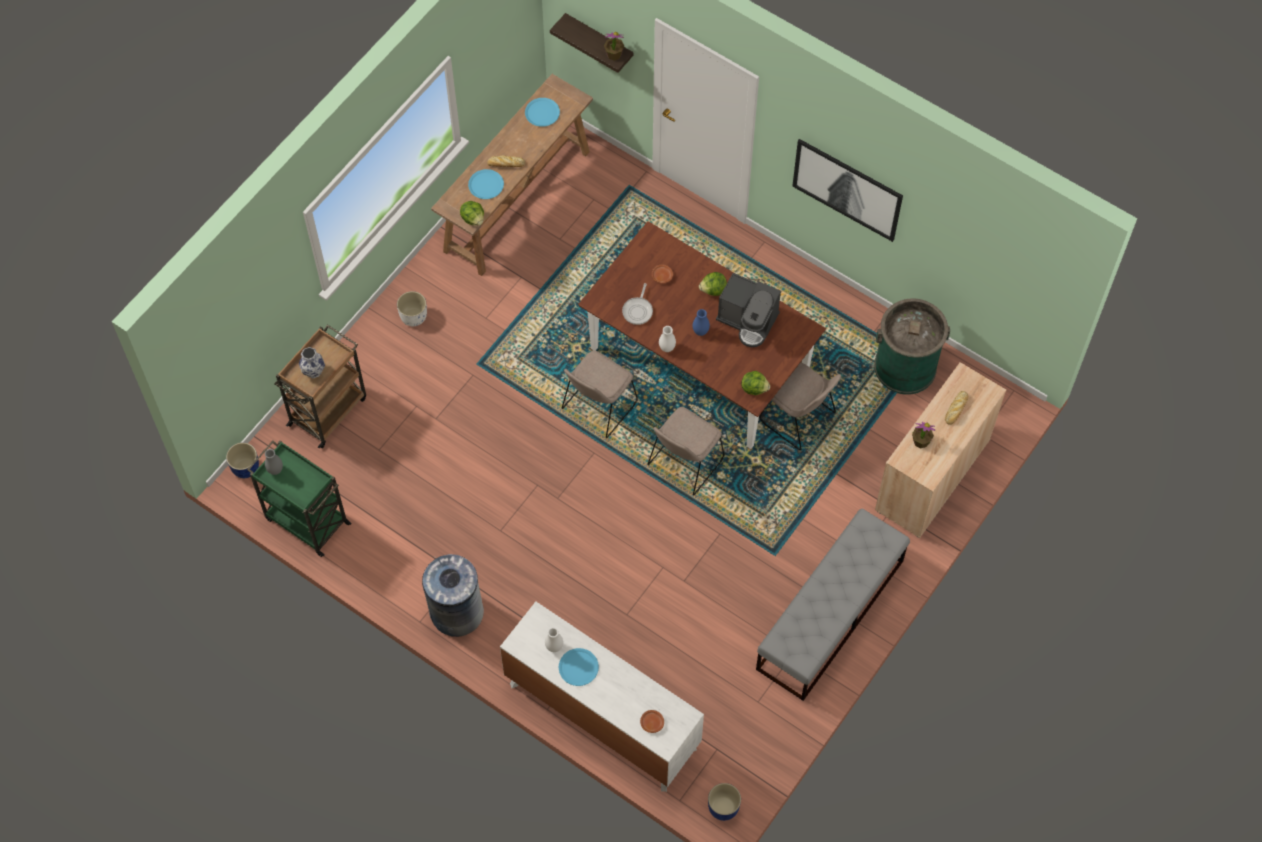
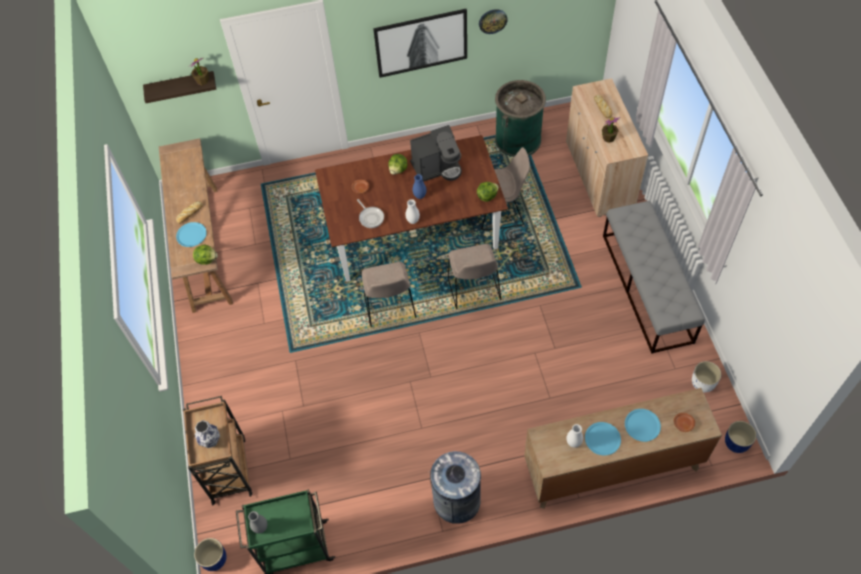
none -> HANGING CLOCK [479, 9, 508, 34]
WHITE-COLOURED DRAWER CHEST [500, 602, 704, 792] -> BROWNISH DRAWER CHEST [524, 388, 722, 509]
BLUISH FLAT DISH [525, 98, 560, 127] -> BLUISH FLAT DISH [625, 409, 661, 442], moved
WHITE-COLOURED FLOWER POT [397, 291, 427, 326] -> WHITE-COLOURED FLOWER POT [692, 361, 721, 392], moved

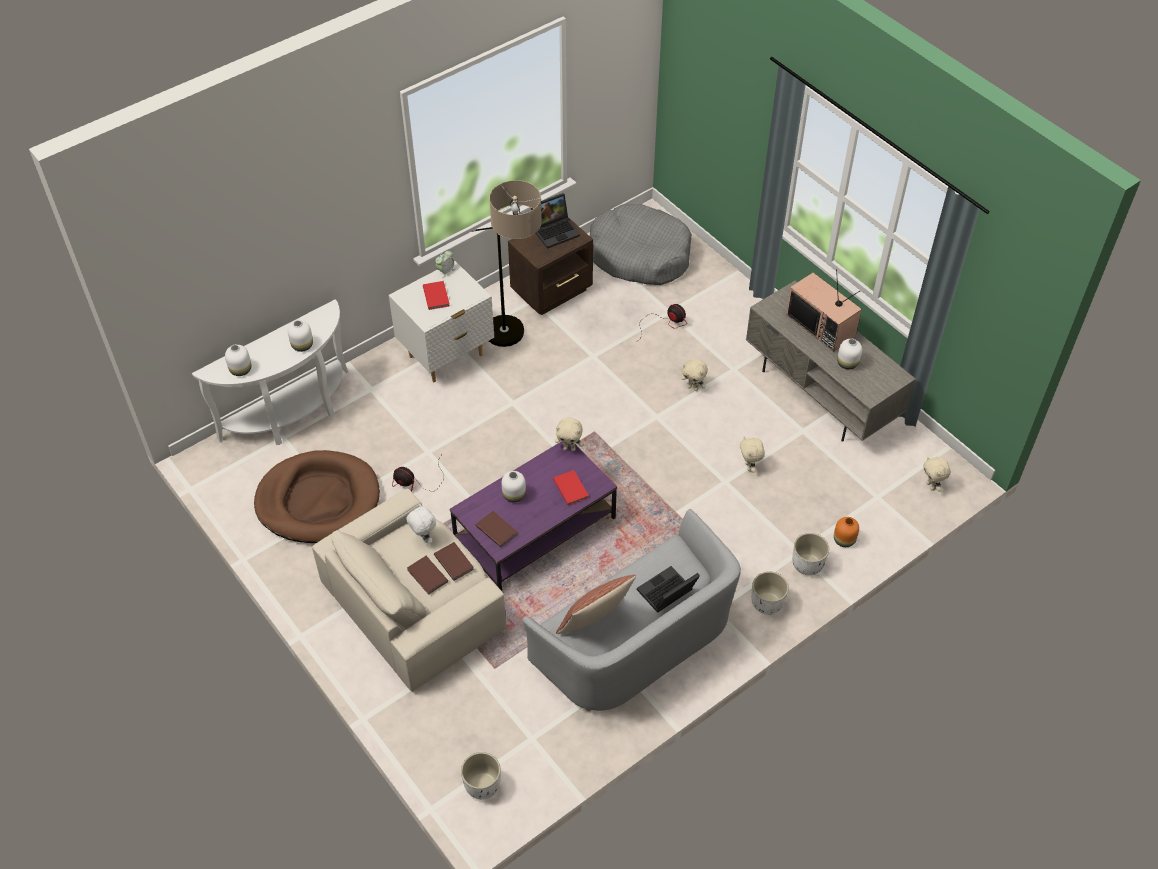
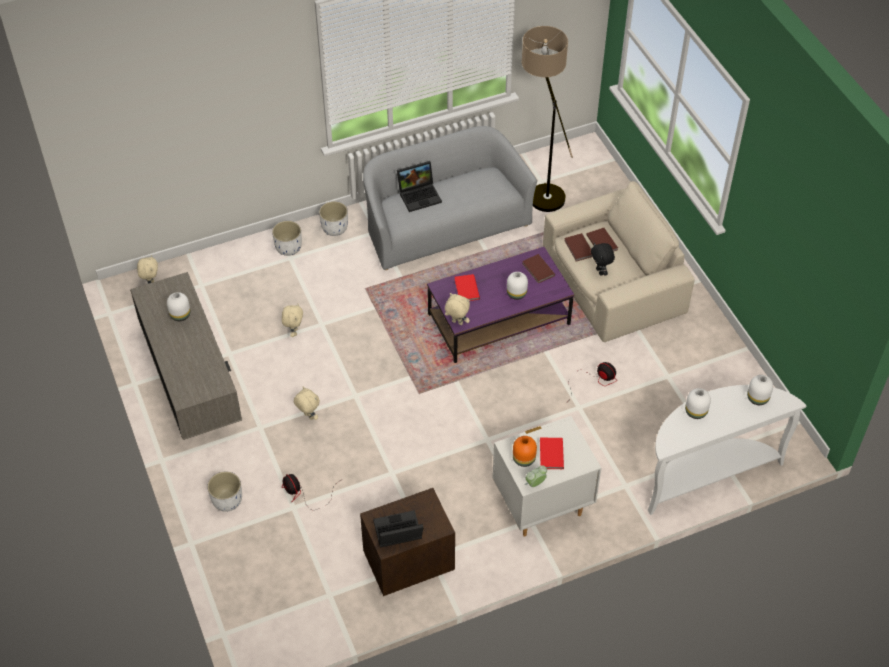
WHITE-COLOURED FLOWER POT [461, 752, 501, 800] -> WHITE-COLOURED FLOWER POT [207, 471, 242, 512], moved
ORANGEY DECORATIVE VASE [834, 517, 859, 547] -> ORANGEY DECORATIVE VASE [513, 436, 537, 467], moved
FLOOR LAMP [471, 180, 542, 347] -> FLOOR LAMP [522, 26, 573, 212], moved
WHITE-COLOURED SOFT TOY [406, 504, 436, 544] -> BLACK-COLOURED SOFT TOY [591, 243, 615, 276]
BROWNISH PET BED [254, 450, 380, 543] -> none
PILLOW [556, 575, 636, 634] -> none
GRAY PET BED [590, 204, 692, 285] -> none
TV SET [786, 269, 862, 352] -> none

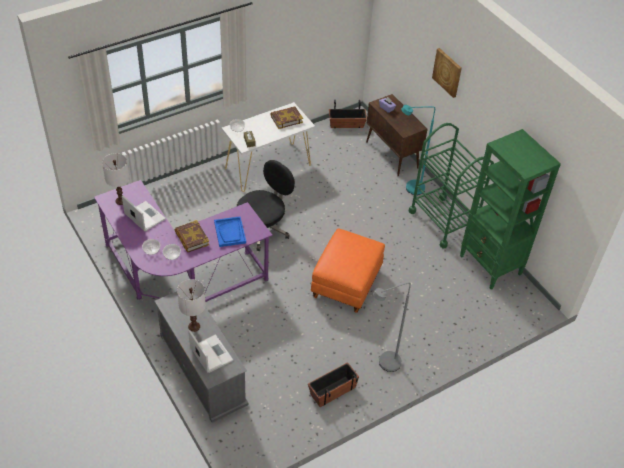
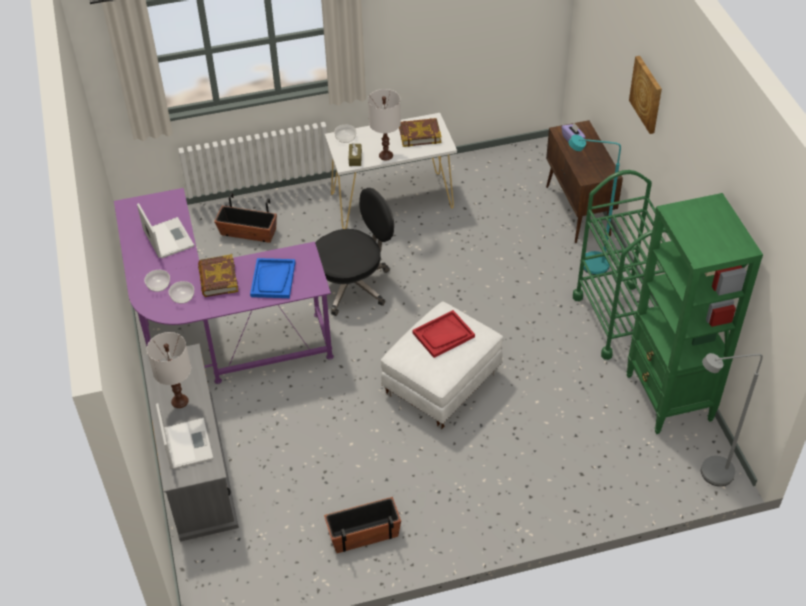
FLOWER POT [329, 100, 367, 128] -> FLOWER POT [214, 193, 277, 243], moved
WHITE-COLOURED TABLE LAMP [102, 153, 130, 205] -> WHITE-COLOURED TABLE LAMP [368, 89, 401, 160], moved
ORANGEY POUFFE [310, 228, 385, 313] -> WHITE-COLOURED POUFFE [381, 302, 503, 429]
none -> RED-COLOURED SERVING TRAY [412, 310, 475, 358]
GRAY FLOOR LAMP [373, 282, 411, 372] -> GRAY FLOOR LAMP [701, 353, 763, 486], moved

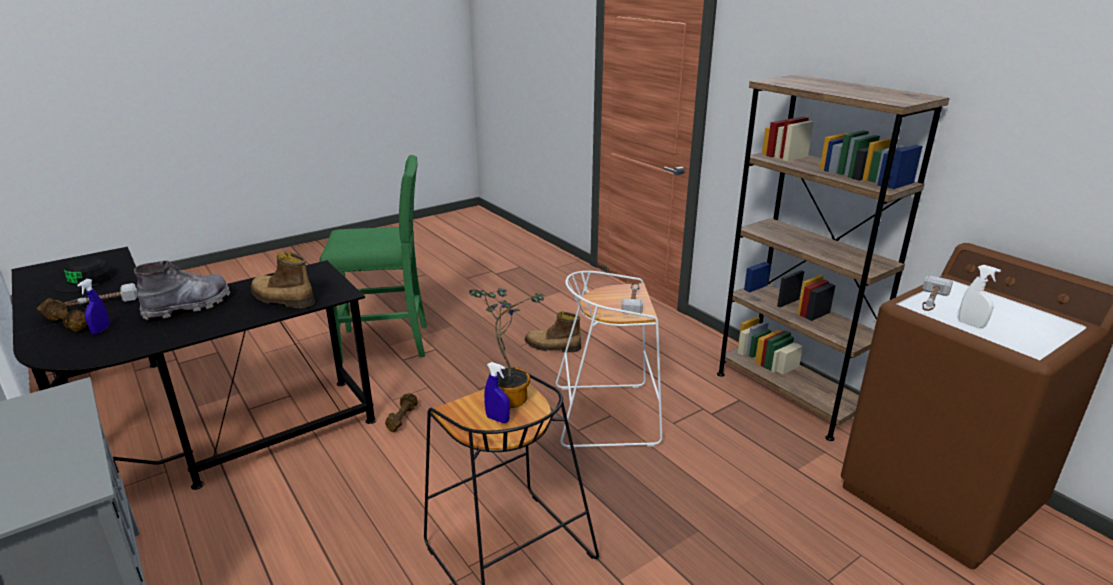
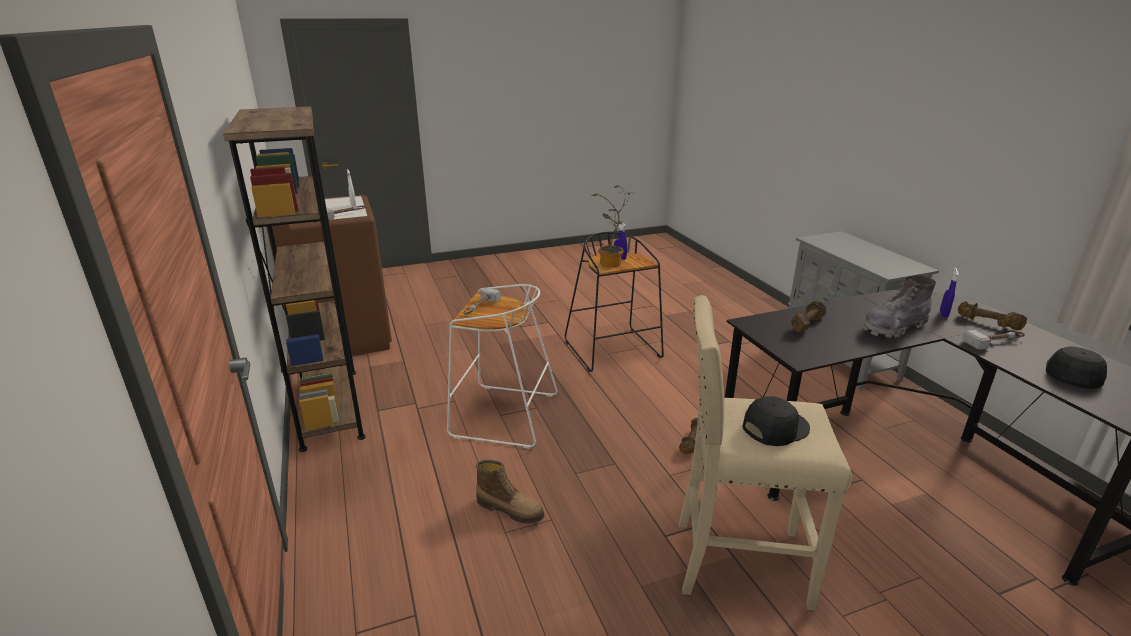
GREEN STOOL SEAT [319, 155, 427, 364] -> BEIGE-COLOURED STOOL SEAT [679, 295, 852, 610]
none -> BLACK-COLOURED BASEBALL CAP [742, 396, 810, 446]
HIGH-TOP BOOT [251, 252, 315, 308] -> BROWNISH HAND WEIGHT [791, 301, 826, 333]

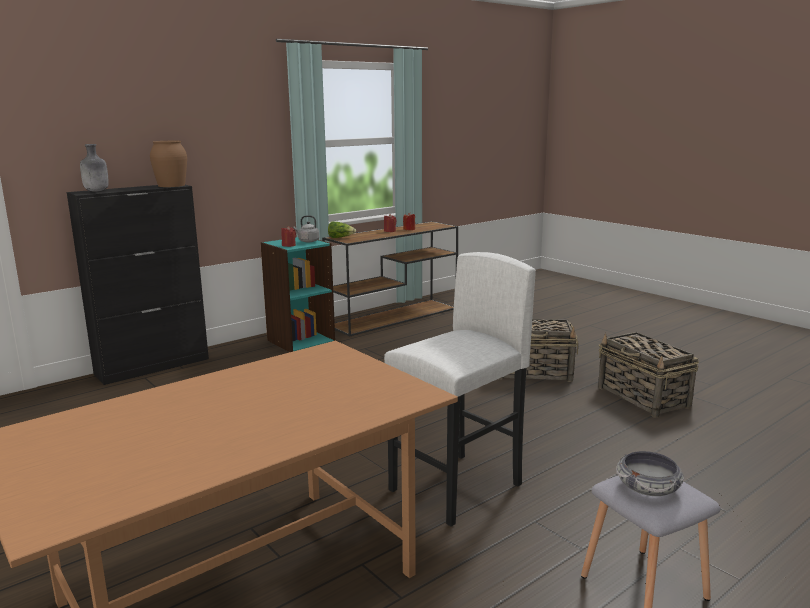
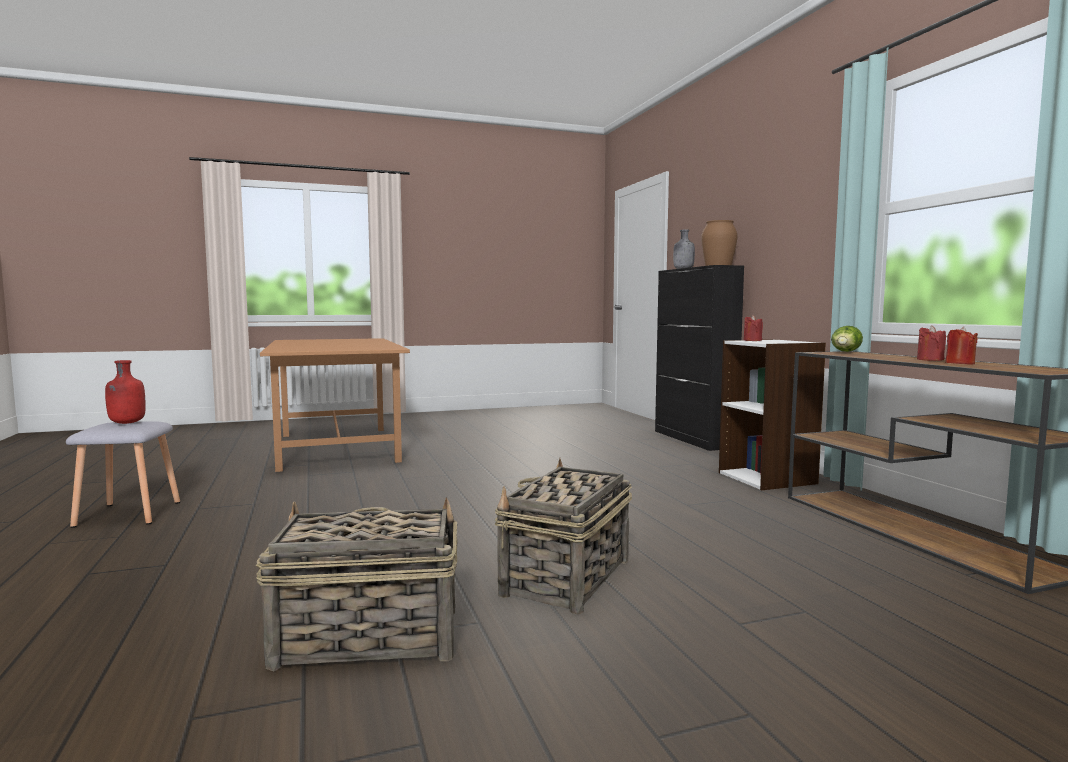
BOWL [616, 451, 684, 496] -> RED-COLOURED DRINK BOTTLE [105, 360, 146, 424]
TURQUOISE BOOKCASE [260, 237, 335, 352] -> WHITE-COLOURED BOOKCASE [719, 339, 826, 490]
GRAY WATER KETTLE [293, 216, 319, 242] -> none
WHITE-COLOURED STOOL SEAT [384, 252, 536, 527] -> none

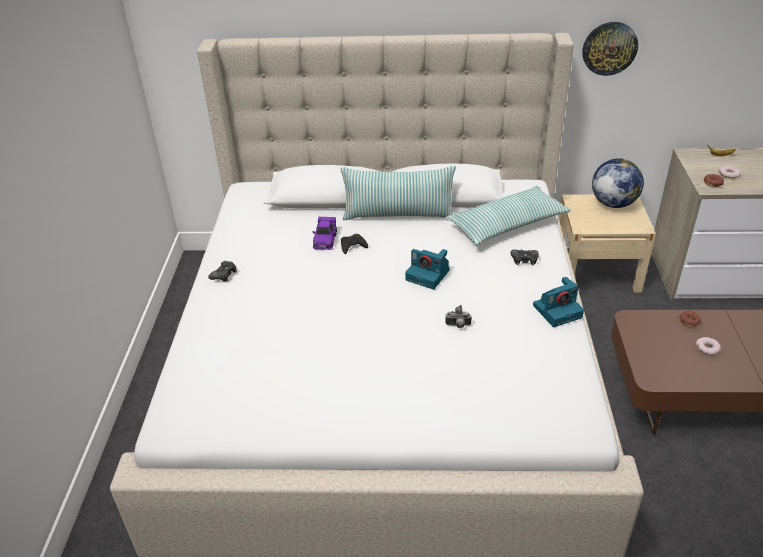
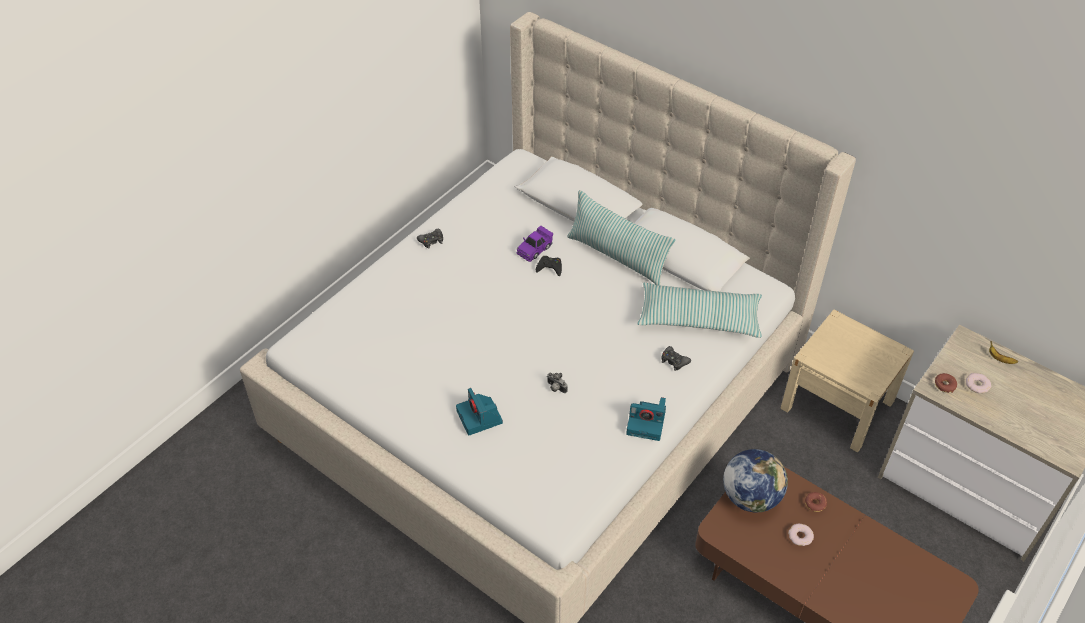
PHOTO CAMERA [405, 249, 450, 290] -> PHOTO CAMERA [456, 388, 503, 435], moved
DESK GLOBE [592, 158, 644, 208] -> DESK GLOBE [723, 449, 788, 512], moved
HANGING CLOCK [582, 22, 638, 76] -> none

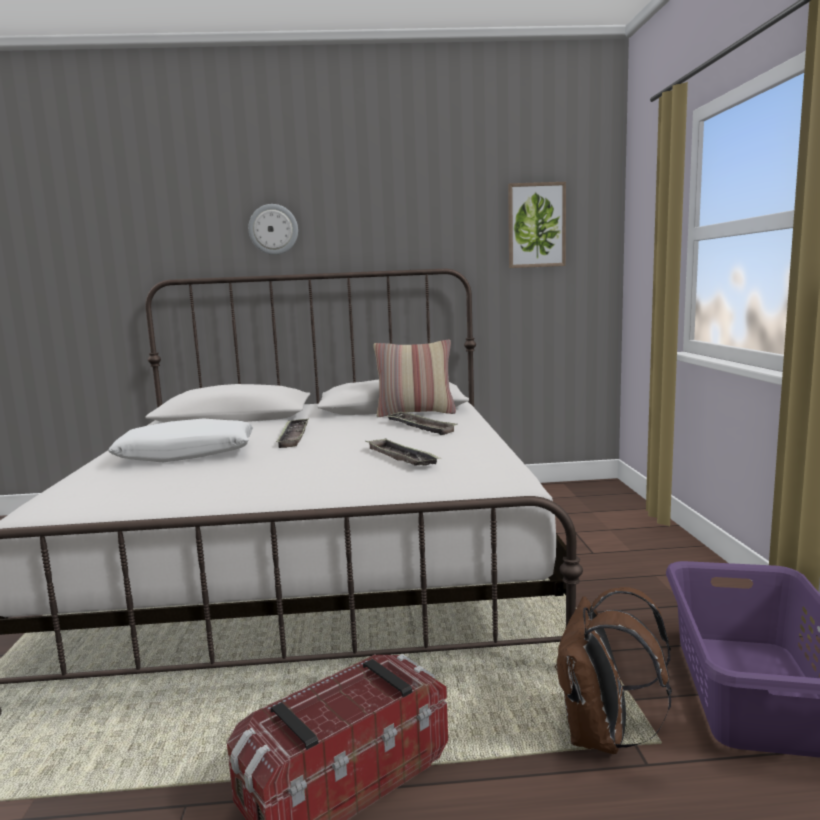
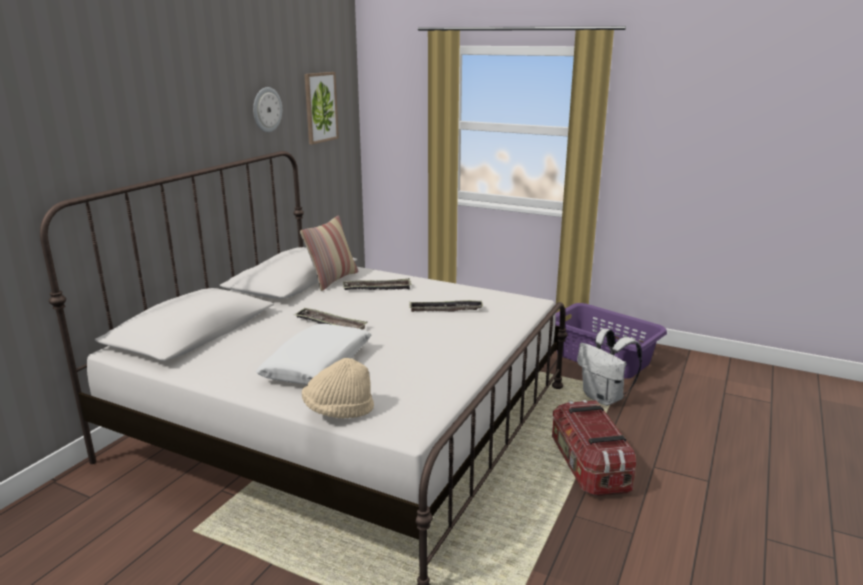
HANGING CLOCK [248, 204, 298, 255] -> HANGING CLOCK [253, 87, 282, 132], moved
none -> BEIGE-COLOURED CLOTHING HAT [302, 358, 374, 418]
BROWNISH KNAPSACK [555, 587, 672, 754] -> WHITE-COLOURED KNAPSACK [577, 329, 642, 406]

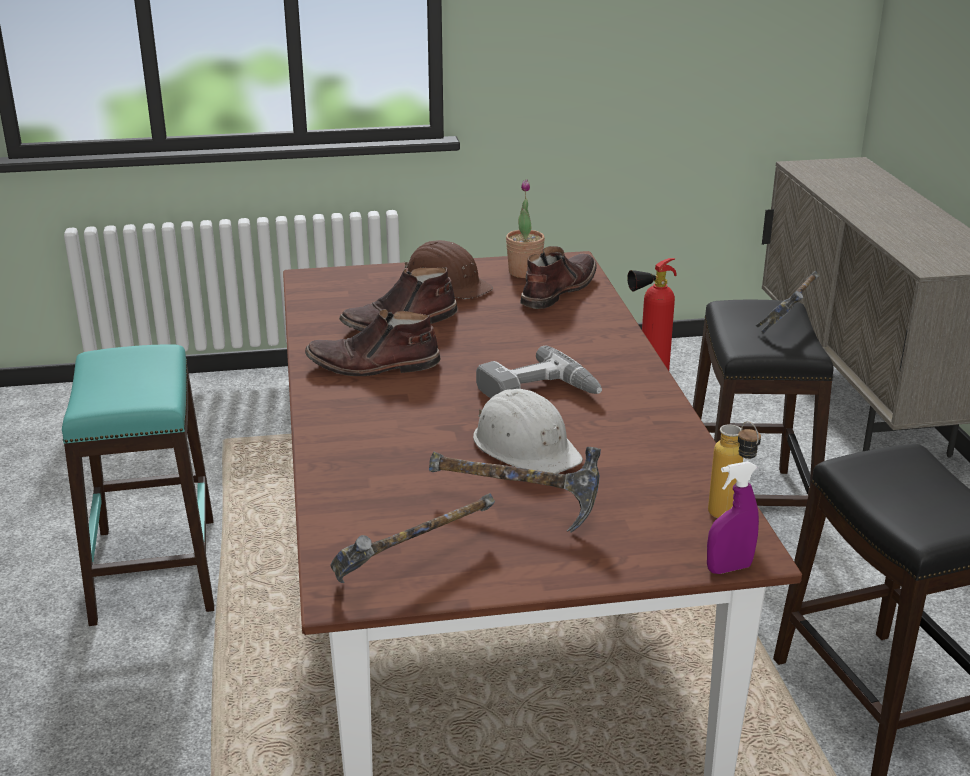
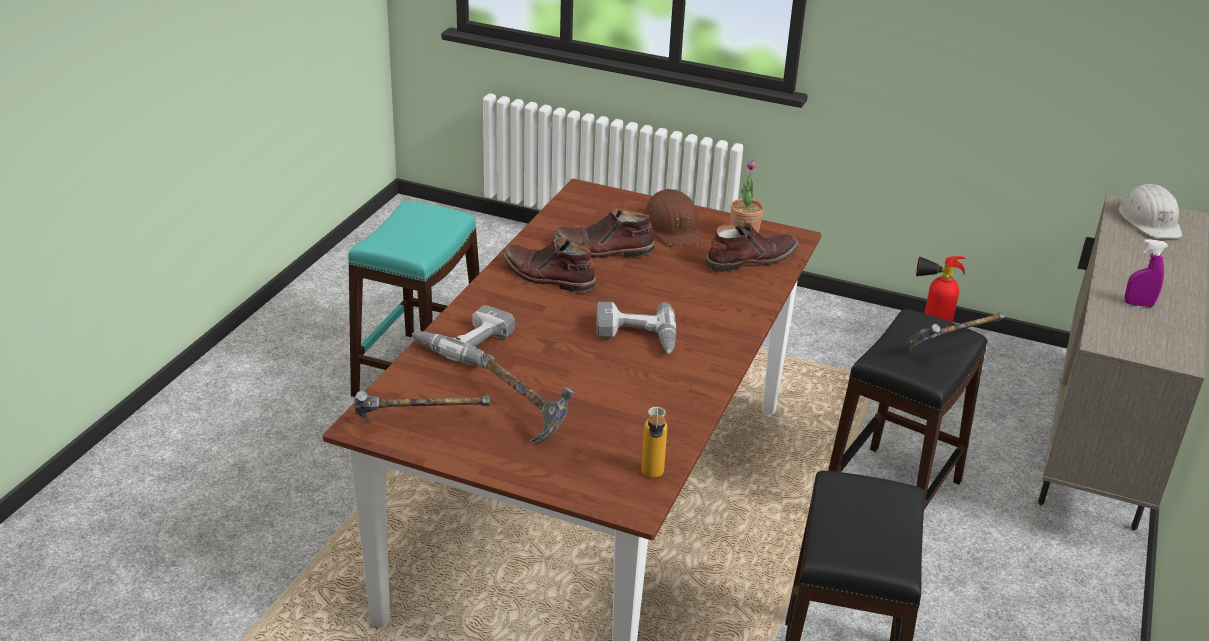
none -> POWER DRILL [412, 305, 515, 366]
WHITE-COLOURED WORK HELMET [473, 389, 583, 473] -> WHITE-COLOURED WORK HELMET [1118, 184, 1183, 239], moved
PURPLE HAND SPRAYER [707, 461, 759, 574] -> PURPLE HAND SPRAYER [1124, 239, 1168, 307], moved

